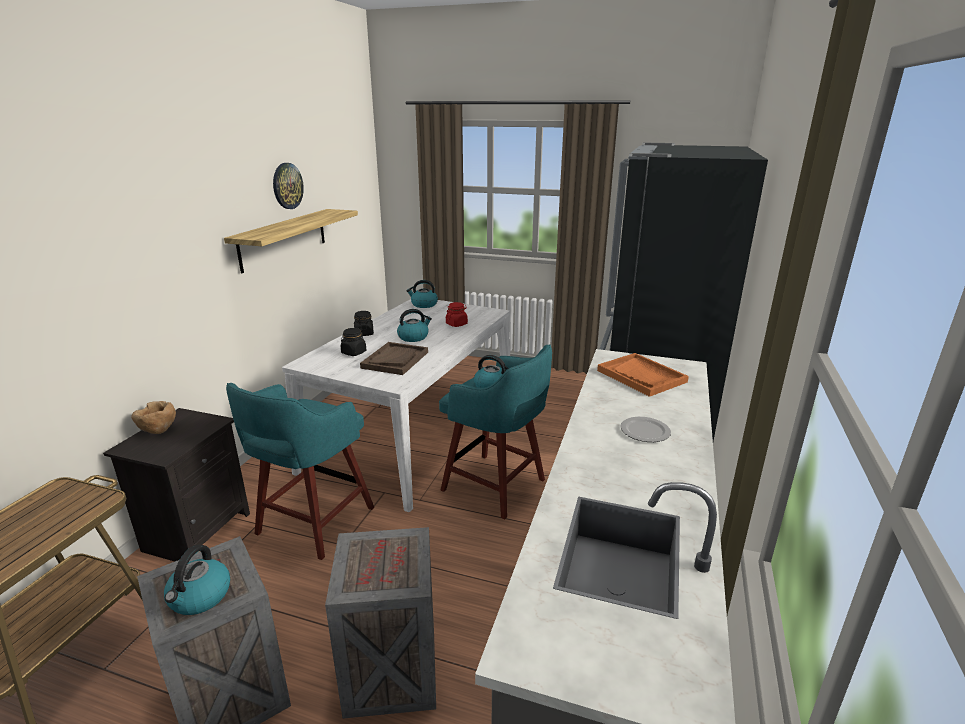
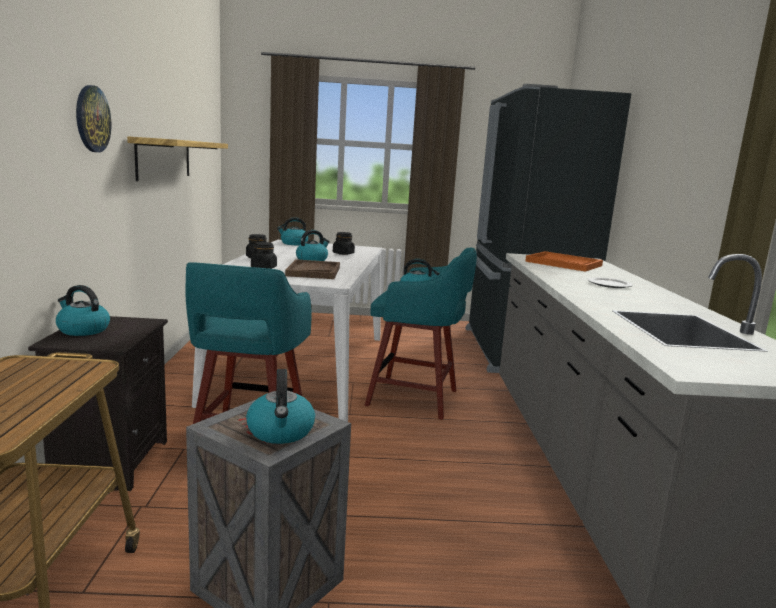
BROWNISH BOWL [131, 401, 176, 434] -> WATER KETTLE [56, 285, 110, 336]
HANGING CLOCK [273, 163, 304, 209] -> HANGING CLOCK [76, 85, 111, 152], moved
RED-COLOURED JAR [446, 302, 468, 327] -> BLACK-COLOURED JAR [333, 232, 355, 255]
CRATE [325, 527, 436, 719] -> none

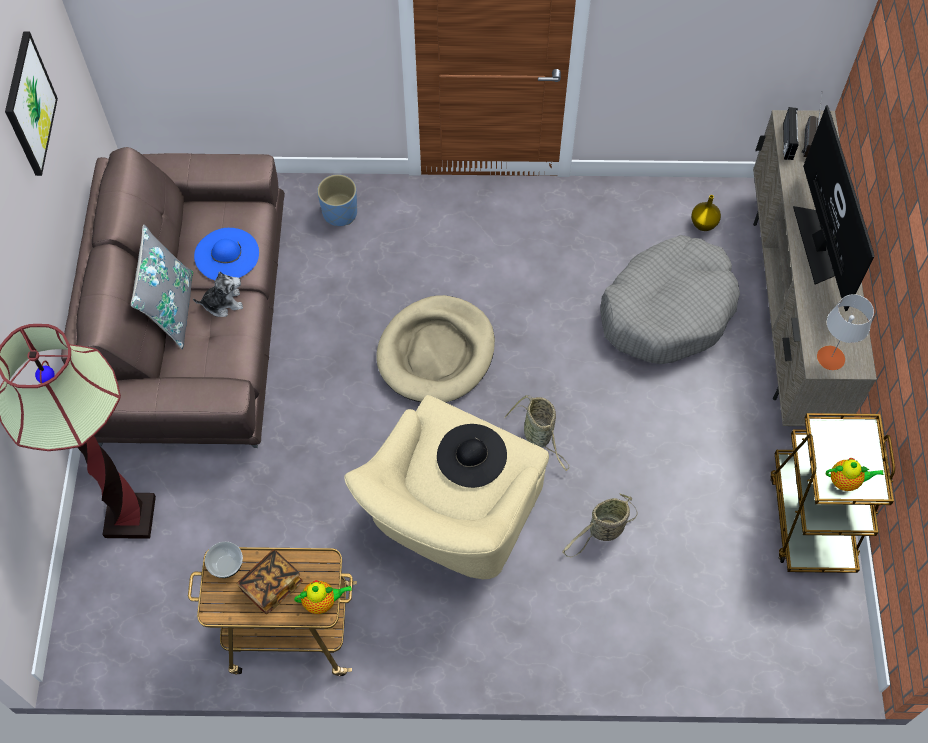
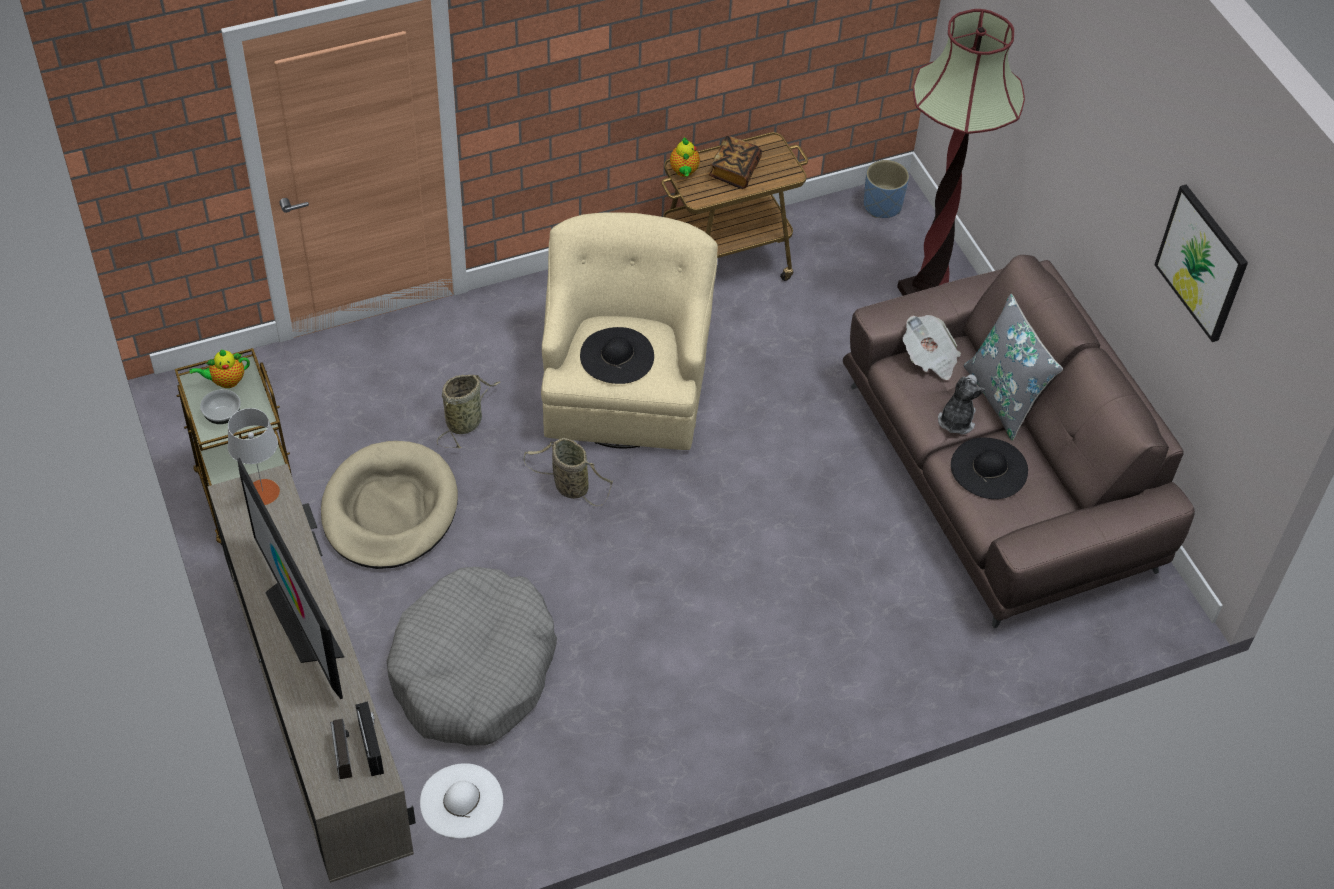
BOWL [205, 542, 243, 578] -> BOWL [200, 389, 241, 424], moved
BEIGE-COLOURED PET BED [376, 295, 495, 402] -> BEIGE-COLOURED PET BED [321, 441, 458, 569], moved
YELLOWISH DECORATIVE VASE [691, 195, 721, 231] -> WHITE-COLOURED CLOTHING HAT [420, 763, 503, 838]
TEAPOT [294, 580, 352, 614] -> TEAPOT [670, 137, 700, 177], 60 degrees counterclockwise
BLUISH FLOWER POT [317, 174, 357, 226] -> BLUISH FLOWER POT [864, 160, 909, 218], moved
none -> PRINTED PAPER [903, 315, 961, 380]
SOFT TOY [193, 271, 243, 317] -> SOFT TOY [938, 374, 985, 434], 150 degrees clockwise
BLUISH CLOTHING HAT [194, 228, 259, 280] -> BLACK-COLOURED CLOTHING HAT [951, 437, 1028, 499]

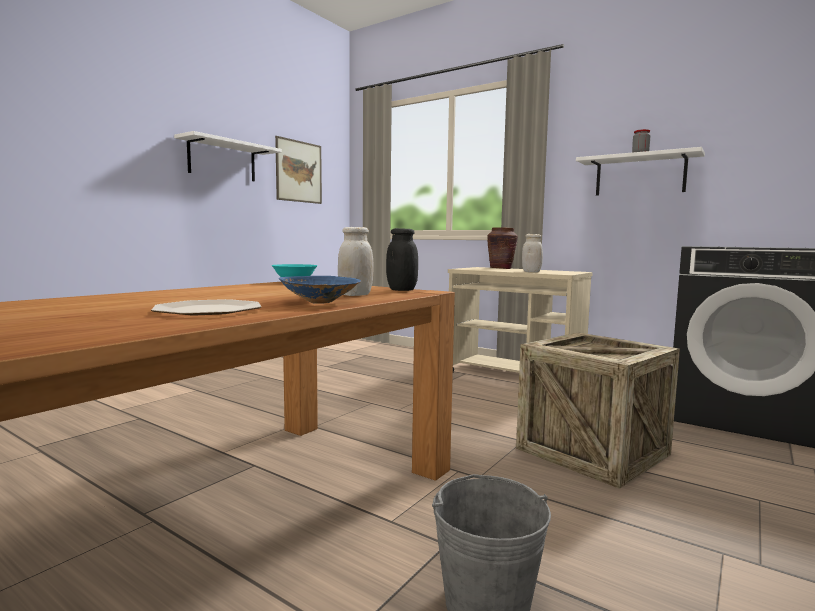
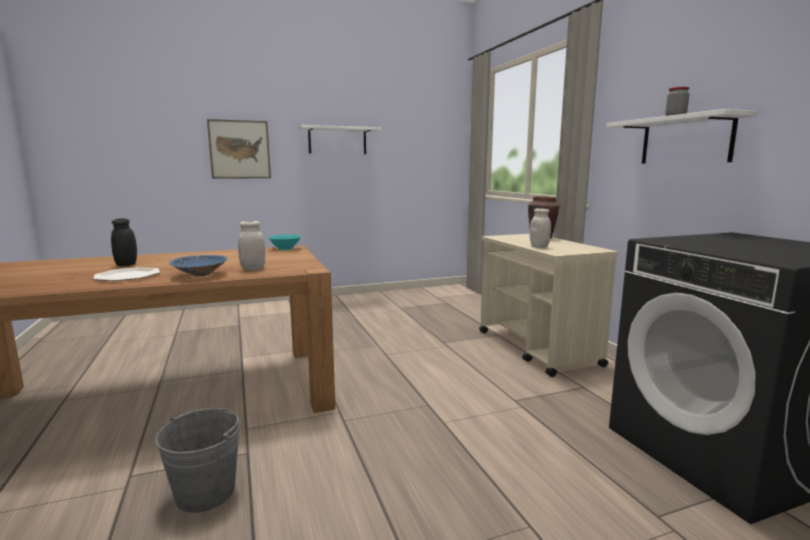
BLACK-COLOURED JAR [386, 228, 418, 291] -> BLACK-COLOURED JAR [111, 219, 137, 266], moved
WALL PICTURE [275, 136, 322, 204] -> WALL PICTURE [207, 119, 271, 179], moved
CRATE [516, 333, 680, 489] -> none

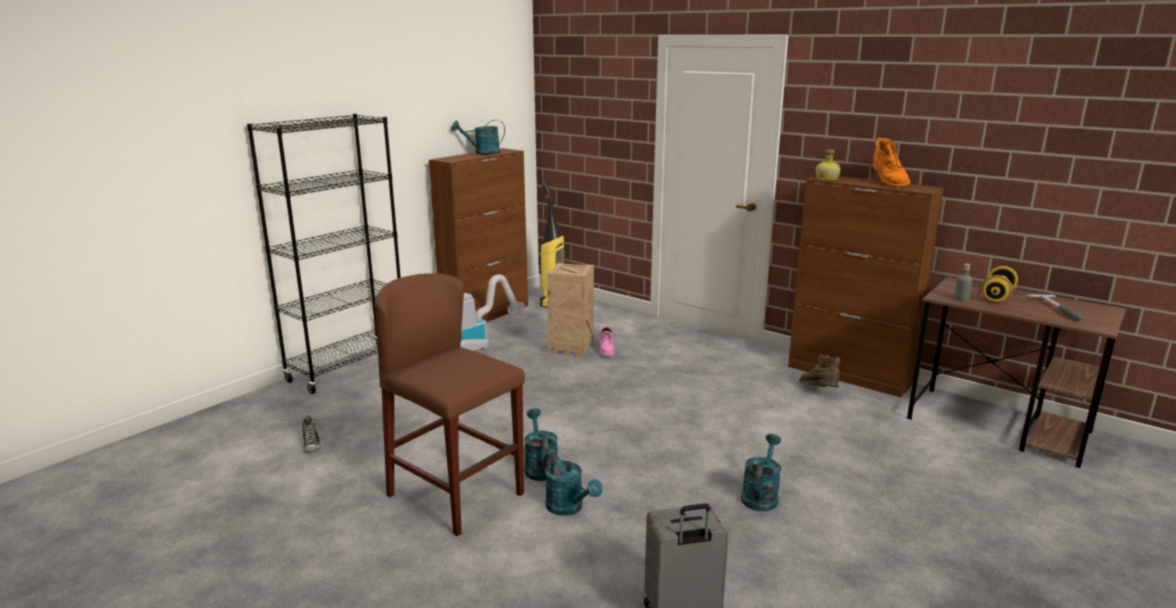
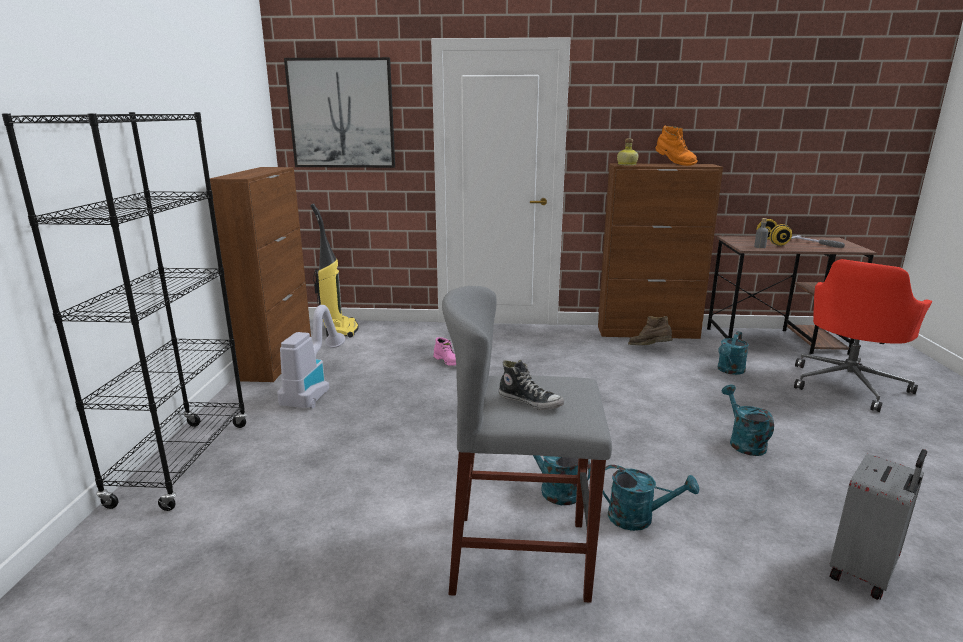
none -> WALL PICTURE [284, 57, 395, 168]
BROWNISH STOOL SEAT [374, 273, 525, 536] -> GRAY STOOL SEAT [442, 286, 612, 603]
ITEM OF FOOTWEAR [302, 415, 321, 453] -> ITEM OF FOOTWEAR [499, 360, 564, 410], moved
TURQUOISE WATERING POT [451, 120, 505, 155] -> TURQUOISE WATERING POT [718, 331, 749, 375], moved
none -> RED-COLOURED DESK CHAIR [794, 259, 932, 412]
CRATE [547, 263, 594, 356] -> none

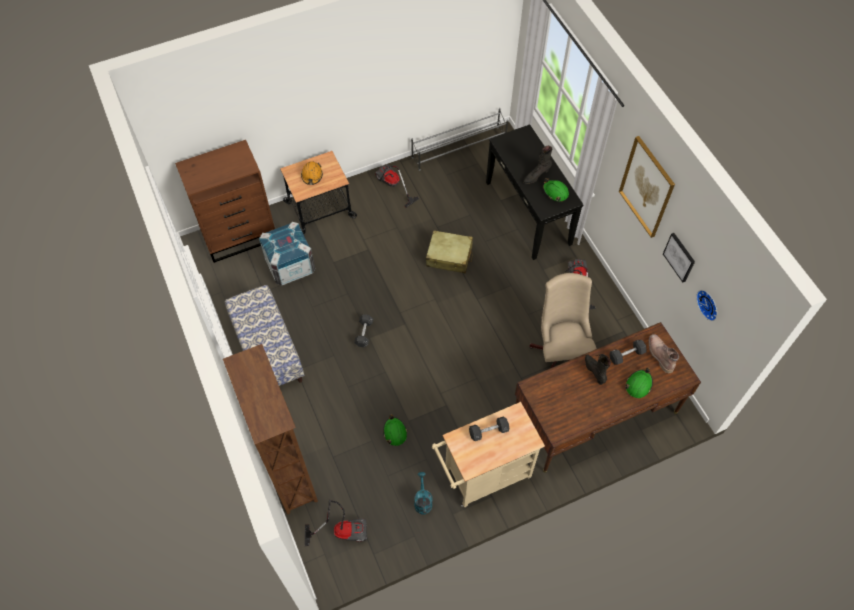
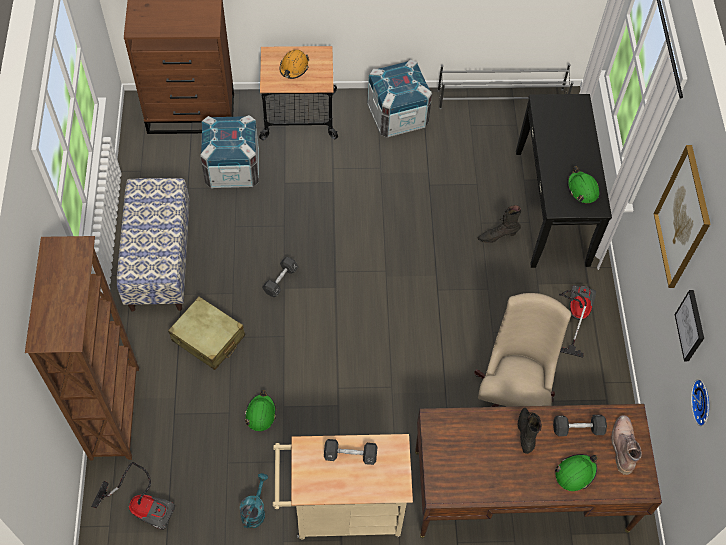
BEIGE-COLOURED PIECE OF LUGGAGE [426, 230, 473, 273] -> BEIGE-COLOURED PIECE OF LUGGAGE [168, 297, 245, 370], moved
VACUUM [374, 165, 420, 208] -> CRATE [367, 60, 432, 138]
BLACK-COLOURED HIGH-TOP BOOT [523, 146, 552, 184] -> BLACK-COLOURED HIGH-TOP BOOT [477, 205, 522, 243], moved

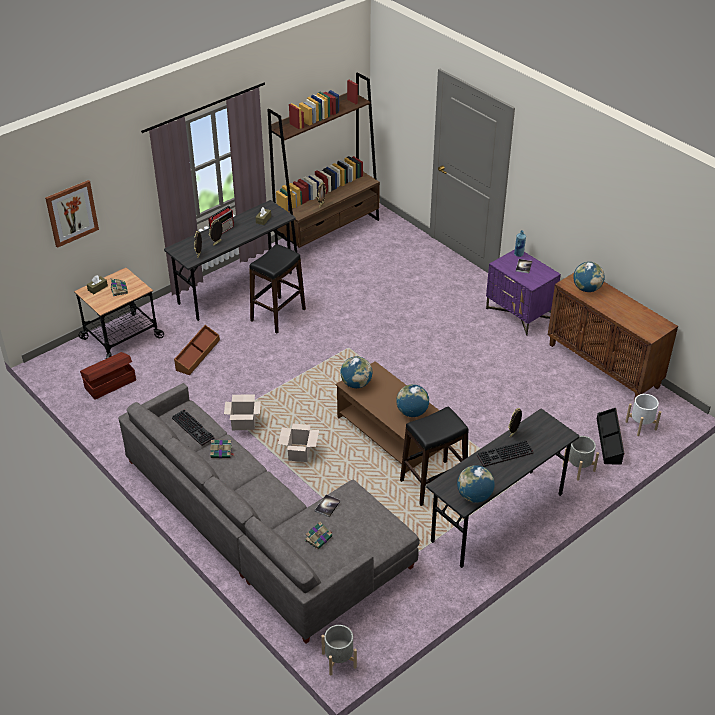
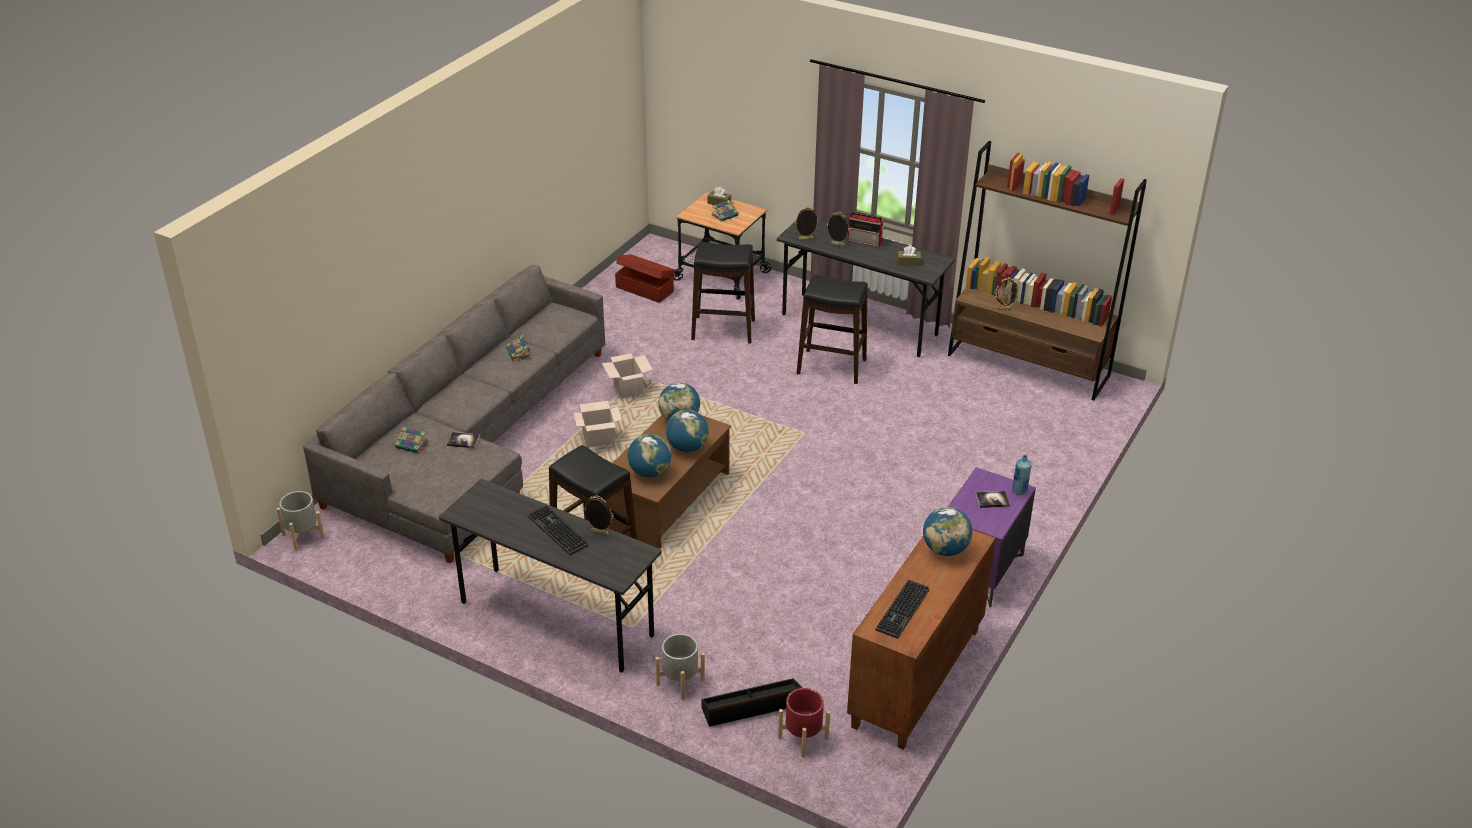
DESK GLOBE [457, 465, 495, 503] -> DESK GLOBE [666, 410, 709, 452], moved
BROWNISH STORAGE BIN [174, 325, 220, 375] -> BLACK-COLOURED STOOL SEAT [691, 242, 755, 344]
WHITE-COLOURED FLOWER POT [625, 394, 661, 436] -> RED-COLOURED FLOWER POT [778, 688, 830, 758]
COMPUTER KEYBOARD [172, 410, 215, 446] -> COMPUTER KEYBOARD [876, 579, 929, 639], moved
WALL PICTURE [45, 180, 99, 248] -> none

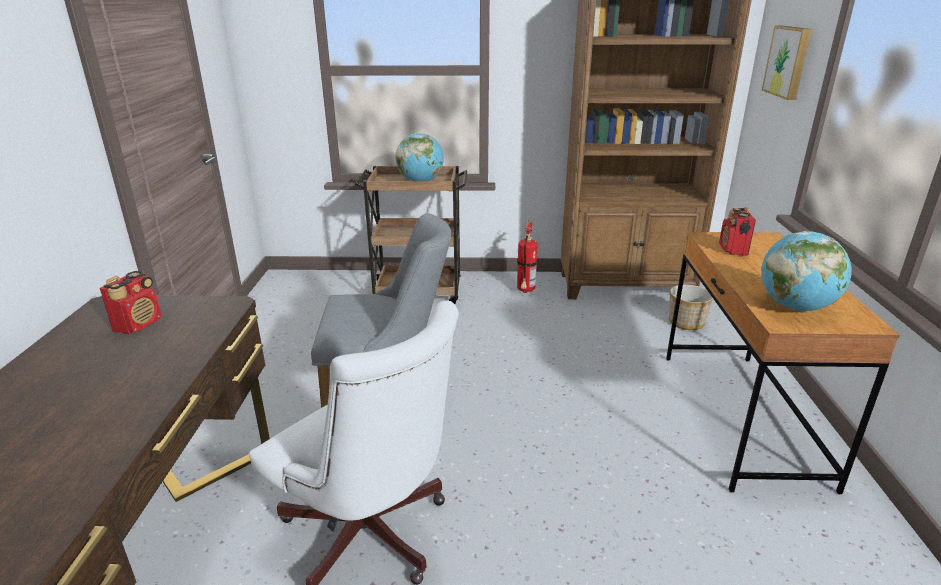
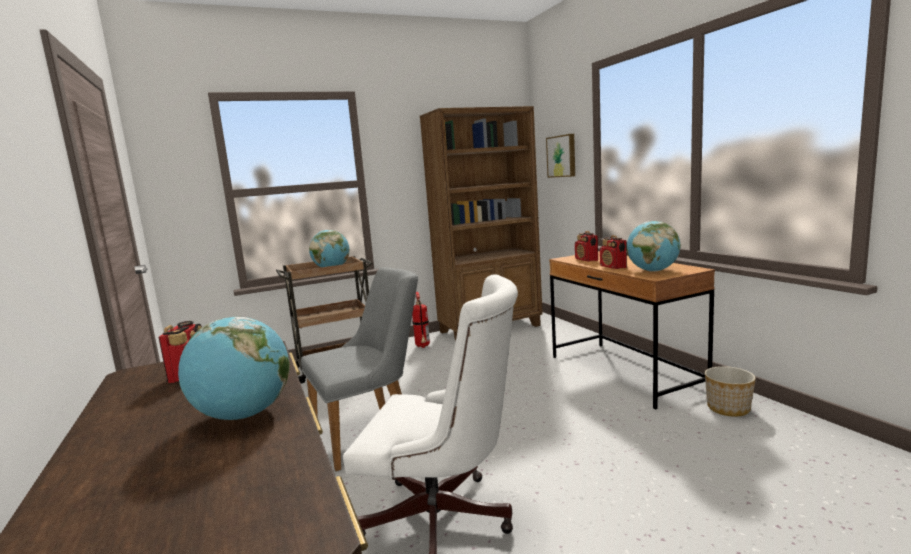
none -> DESK GLOBE [178, 317, 290, 420]
none -> RADIO SET [600, 235, 627, 269]
FLOWER POT [669, 285, 713, 330] -> FLOWER POT [705, 366, 756, 417], moved

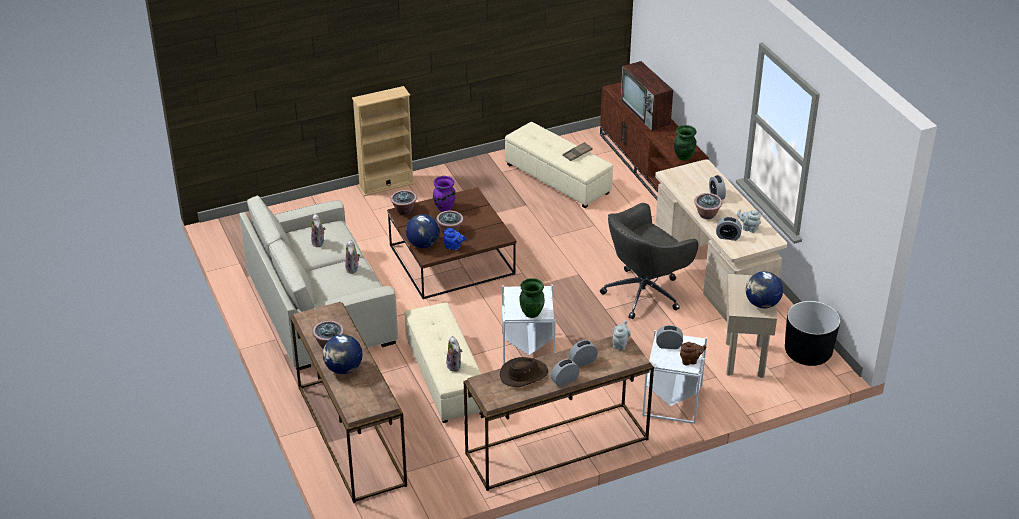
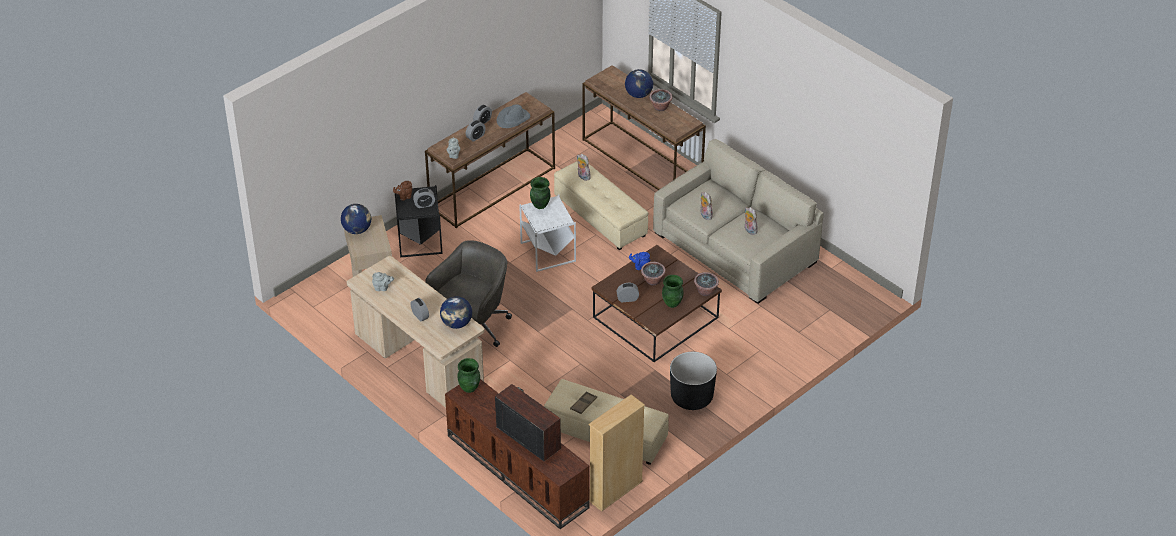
WHITE-COLOURED SIDE TABLE [642, 330, 707, 424] -> BLACK-COLOURED SIDE TABLE [395, 185, 443, 257]
DESK GLOBE [406, 214, 440, 248] -> DESK GLOBE [440, 296, 472, 329], moved
BROWNISH CLOTHING HAT [500, 357, 548, 387] -> GRAY CLOTHING HAT [497, 104, 531, 128]
BEIGE-COLOURED BOOKCASE [352, 86, 414, 196] -> BEIGE-COLOURED BOOKCASE [588, 394, 645, 512], moved
BEDSIDE CLOCK [716, 217, 742, 241] -> BEDSIDE CLOCK [616, 283, 639, 302], moved
PURPLE DECORATIVE VASE [433, 176, 456, 212] -> GREEN DECORATIVE VASE [662, 275, 683, 308]
BLACK-COLOURED FLOWER POT [785, 301, 840, 366] -> BLACK-COLOURED FLOWER POT [670, 352, 717, 410], moved
PLANT IN A POT [694, 193, 722, 219] -> none

